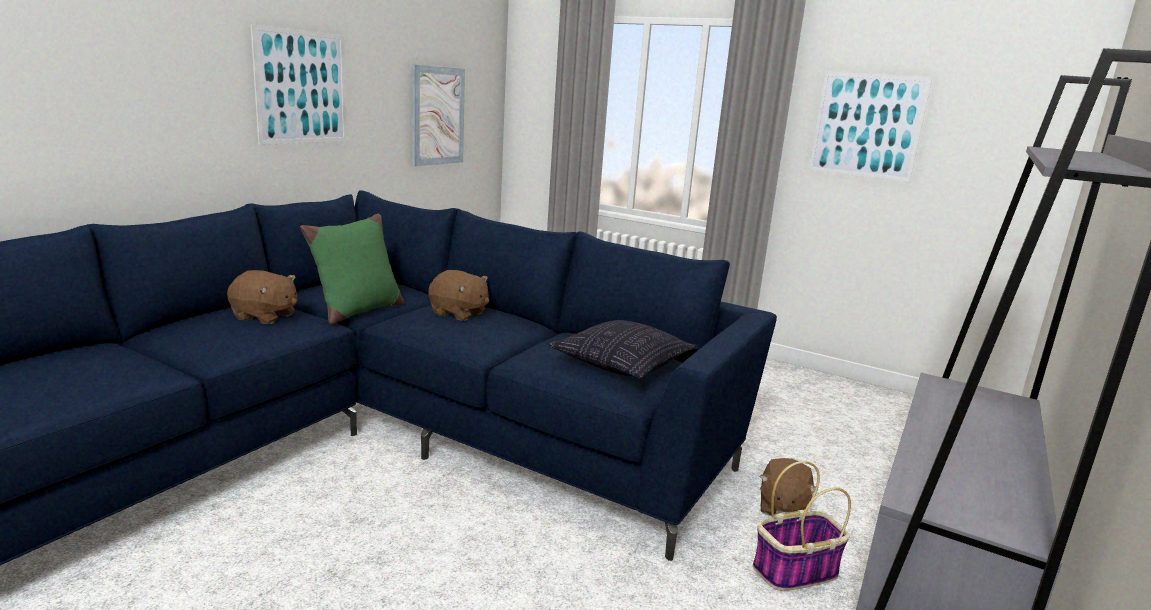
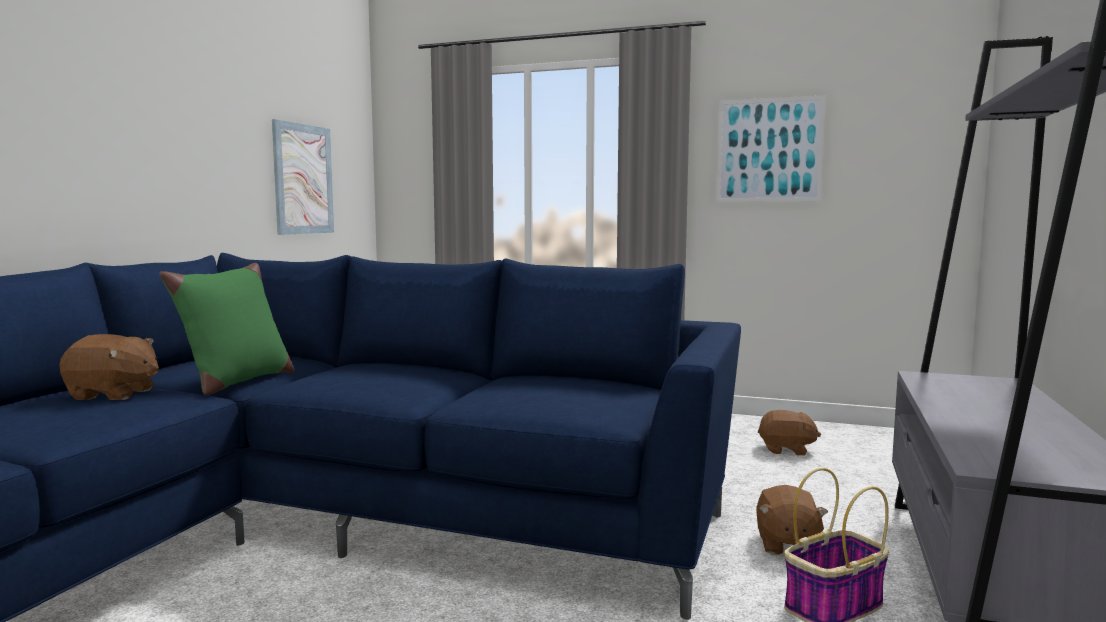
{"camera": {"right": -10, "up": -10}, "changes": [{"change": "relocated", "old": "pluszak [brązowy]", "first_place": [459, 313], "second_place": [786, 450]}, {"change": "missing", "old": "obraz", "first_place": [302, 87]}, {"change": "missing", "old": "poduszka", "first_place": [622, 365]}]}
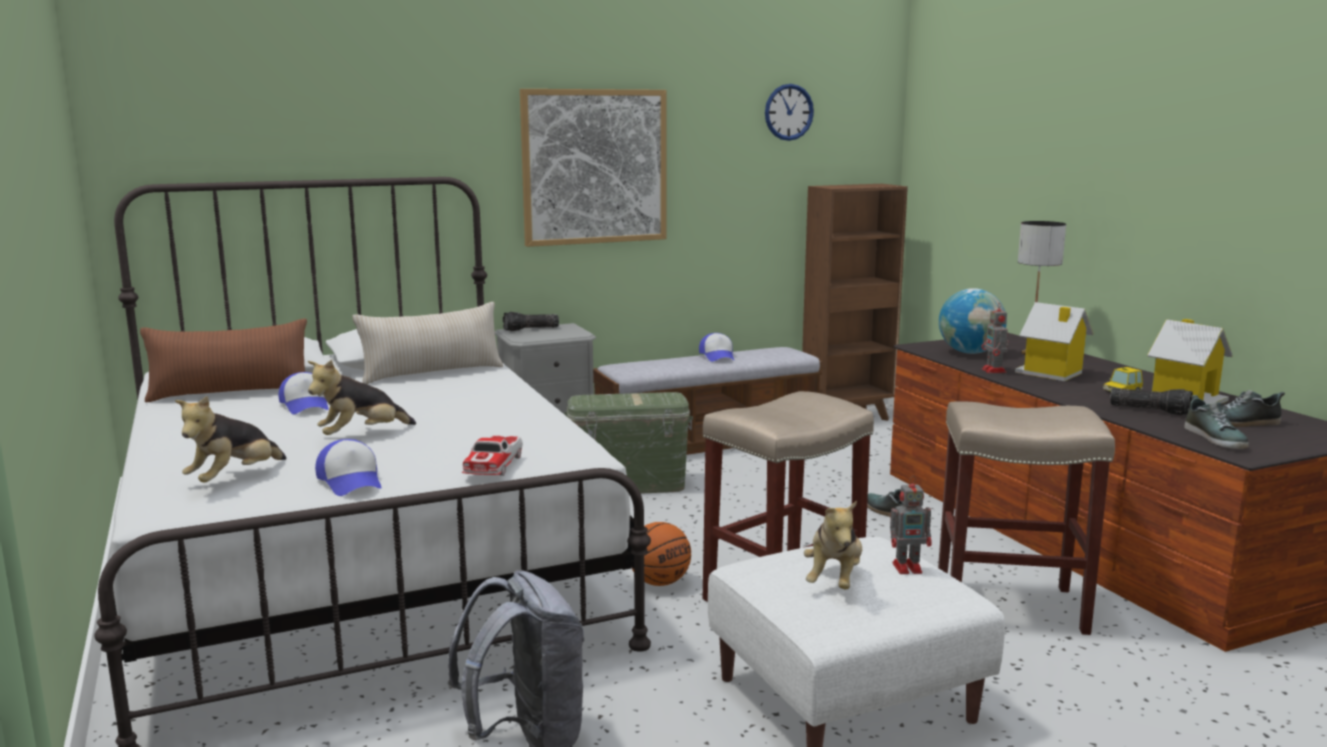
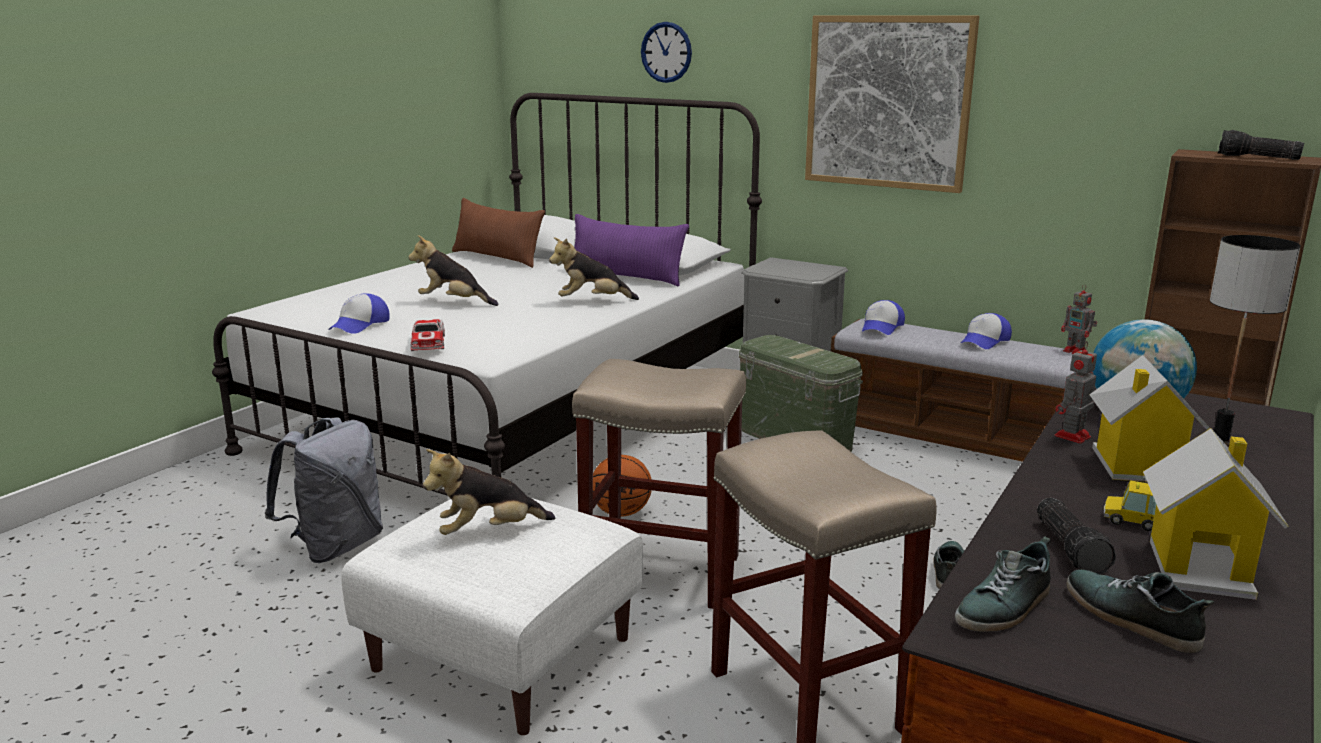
{"camera": {"right": 55, "up": 5}, "changes": [{"change": "spun", "old": "samochodzik", "first_place": [494, 465], "second_place": [428, 343], "degrees": -75}, {"change": "relocated", "old": "pluszak", "first_place": [234, 478], "second_place": [592, 301]}, {"change": "colour", "old": "poduszka [beżowy]", "new": "poduszka [fioletowy]", "first_place": [432, 373], "second_place": [626, 277]}, {"change": "relocated", "old": "zegar ścienny", "first_place": [788, 112], "second_place": [666, 52]}, {"change": "relocated", "old": "czapka z daszkiem", "first_place": [306, 405], "second_place": [882, 327]}, {"change": "relocated", "old": "robot zabawkowy", "first_place": [908, 568], "second_place": [1076, 351]}, {"change": "relocated", "old": "latarka", "first_place": [531, 329], "second_place": [1257, 157]}]}
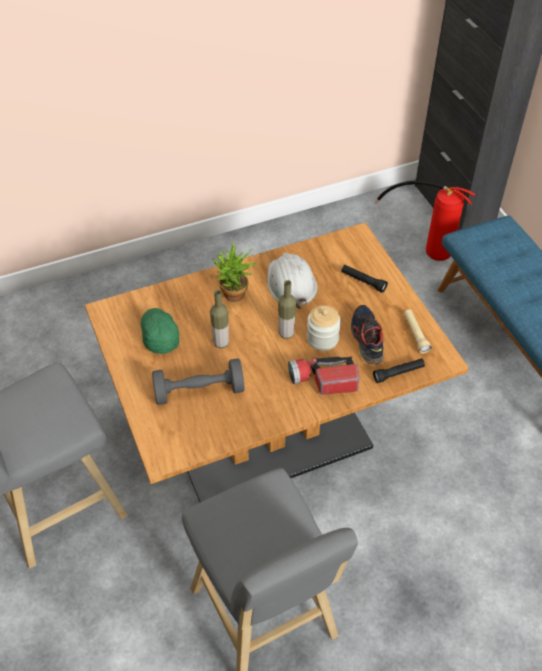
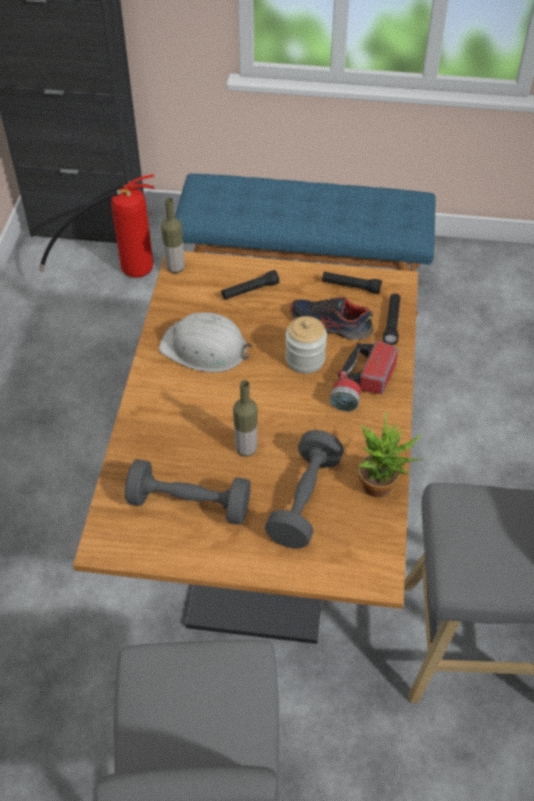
{"camera": {"right": -60, "up": 0}, "changes": [{"change": "exchanged", "old": "czapka z daszkiem [zielony]", "new": "hantel [szary]", "first_place": [159, 335], "second_place": [189, 504]}, {"change": "relocated", "old": "butelka", "first_place": [286, 333], "second_place": [175, 268]}, {"change": "colour", "old": "latarka [beżowy]", "new": "latarka [czarny]", "first_place": [415, 334], "second_place": [351, 287]}, {"change": "relocated", "old": "roślina doniczkowa", "first_place": [234, 298], "second_place": [382, 488]}]}
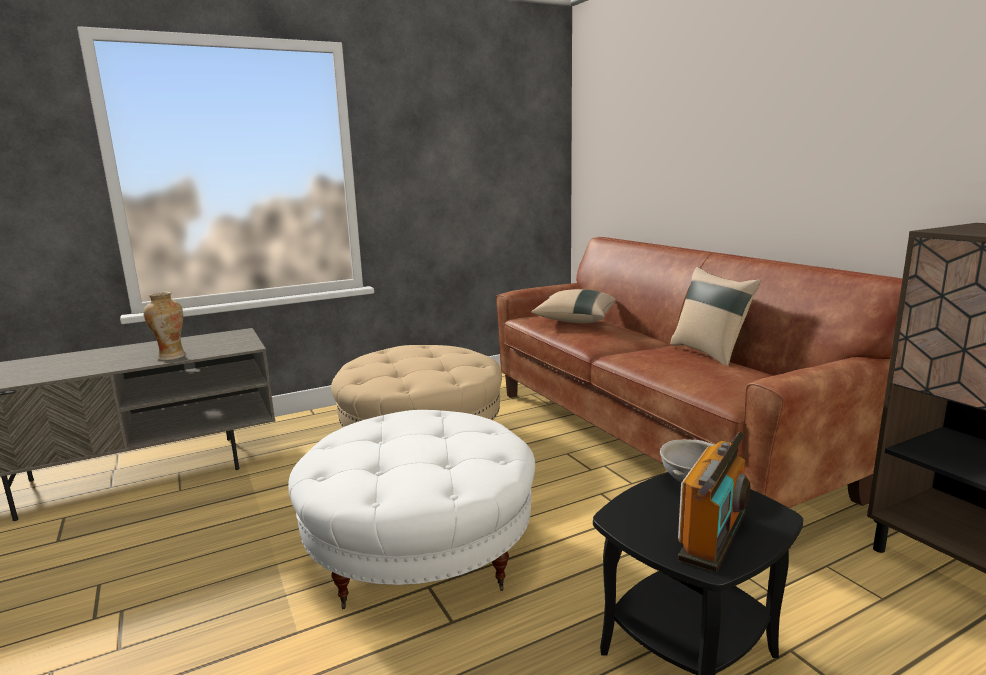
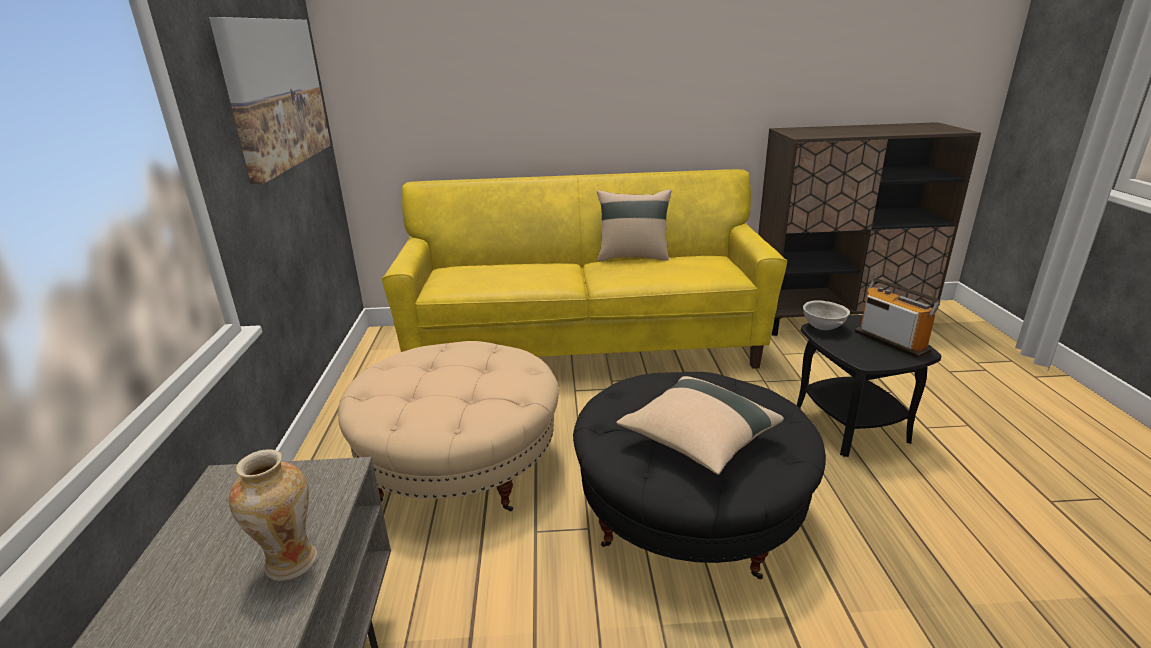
{"camera": {"right": -65, "up": 10}, "changes": [{"change": "appeared", "new": "obraz", "second_place": [276, 94]}, {"change": "colour", "old": "kanapa [brązowy]", "new": "kanapa [żółty]", "first_place": [651, 437], "second_place": [584, 347]}, {"change": "colour", "old": "pufa [biały]", "new": "pufa [czarny]", "first_place": [420, 551], "second_place": [689, 511]}, {"change": "relocated", "old": "poduszka [beżowy]", "first_place": [574, 320], "second_place": [698, 441]}]}
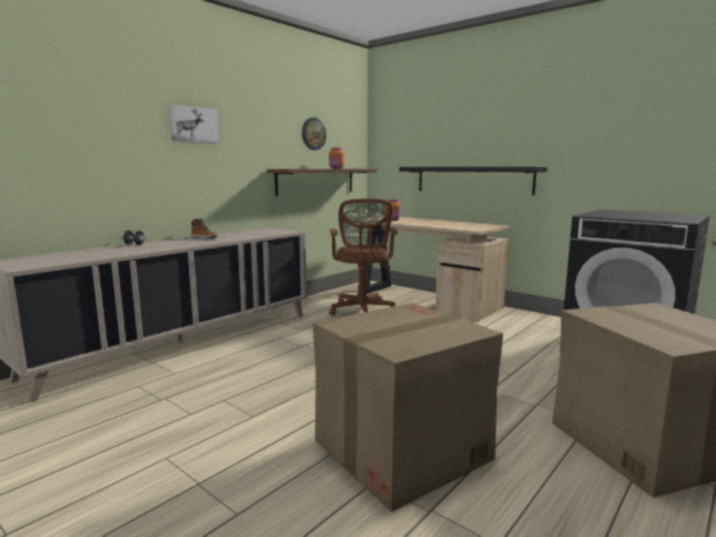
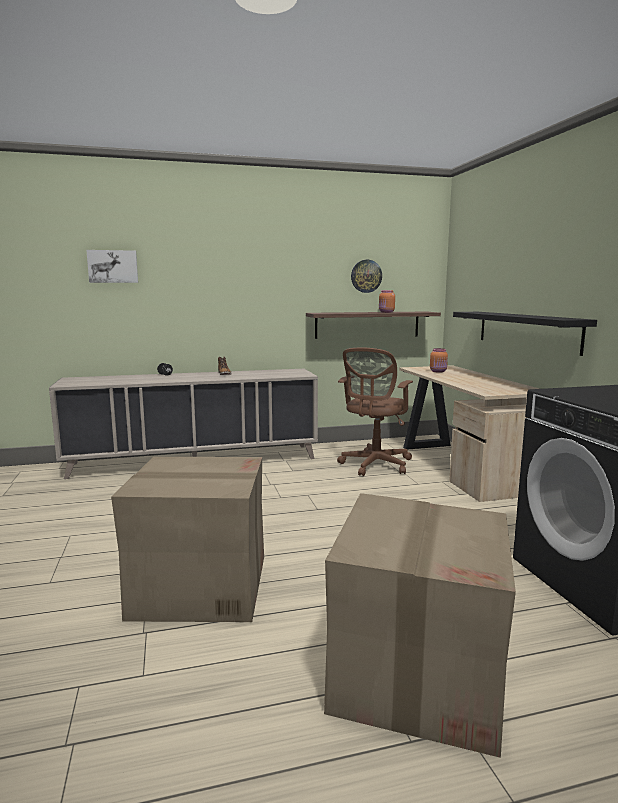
{"camera": {"right": 35, "up": 0}, "changes": [{"change": "relocated", "old": "obraz", "first_place": [193, 125], "second_place": [113, 266]}]}
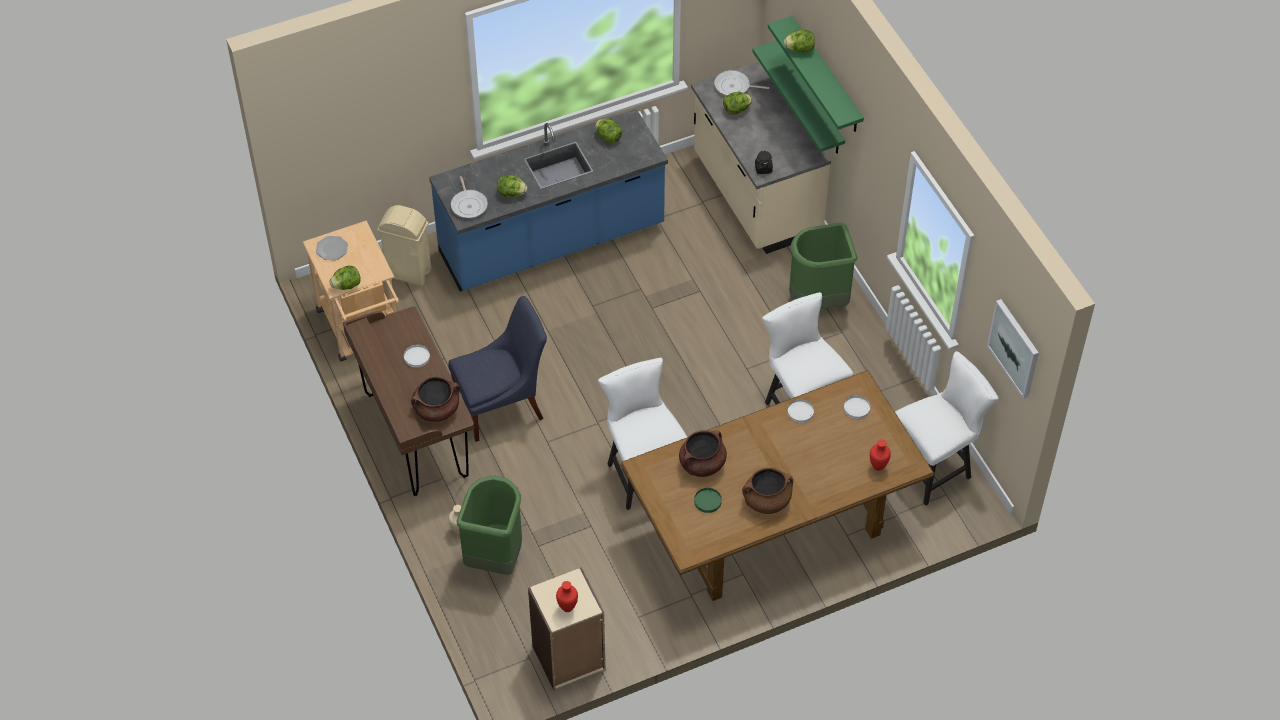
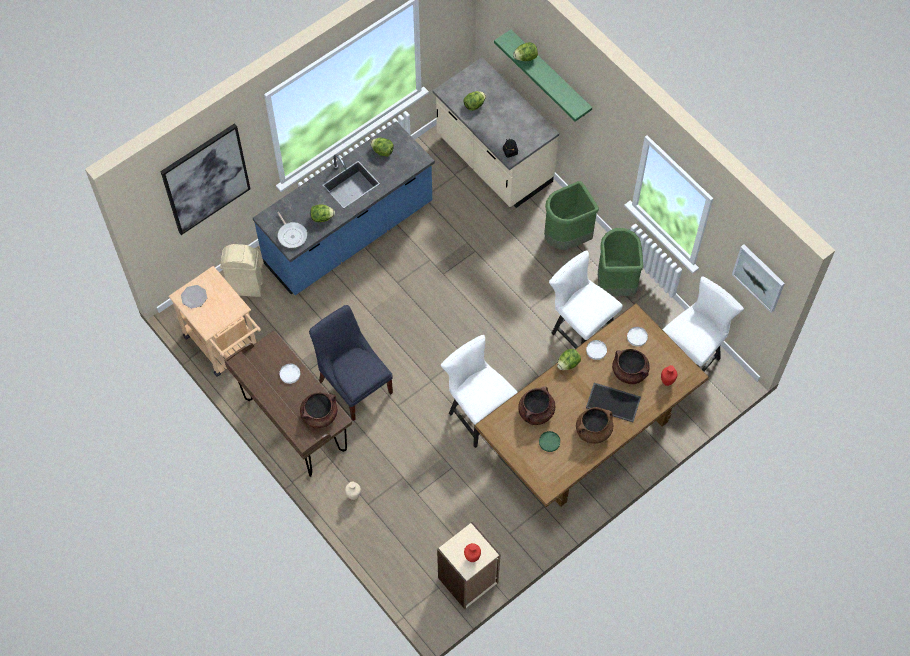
{"camera": {"right": -15, "up": 10}, "changes": [{"change": "appeared", "new": "obraz", "second_place": [206, 179]}, {"change": "spun", "old": "krzesło [niebieski]", "first_place": [502, 405], "second_place": [354, 383], "degrees": -90}, {"change": "relocated", "old": "sałata", "first_place": [347, 285], "second_place": [568, 364]}, {"change": "appeared", "new": "taca", "second_place": [614, 402]}, {"change": "relocated", "old": "kosz na śmieci [zielony]", "first_place": [494, 557], "second_place": [614, 284]}, {"change": "appeared", "new": "garnek [brązowy]", "second_place": [630, 372]}, {"change": "missing", "old": "patelnia", "first_place": [734, 86]}, {"change": "missing", "old": "półka [zielony]", "first_place": [809, 100]}]}
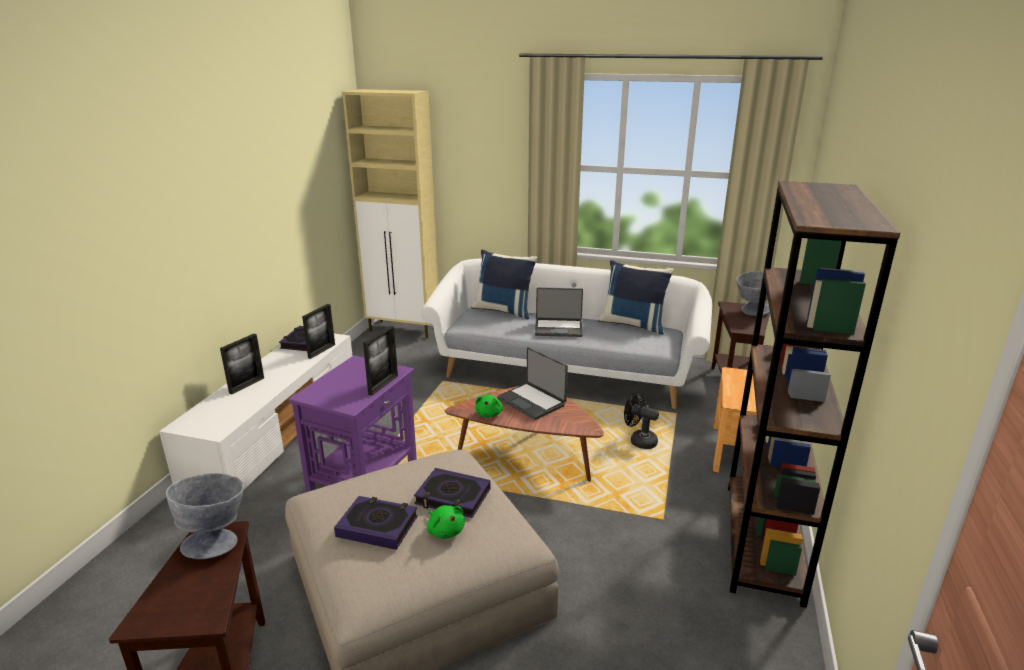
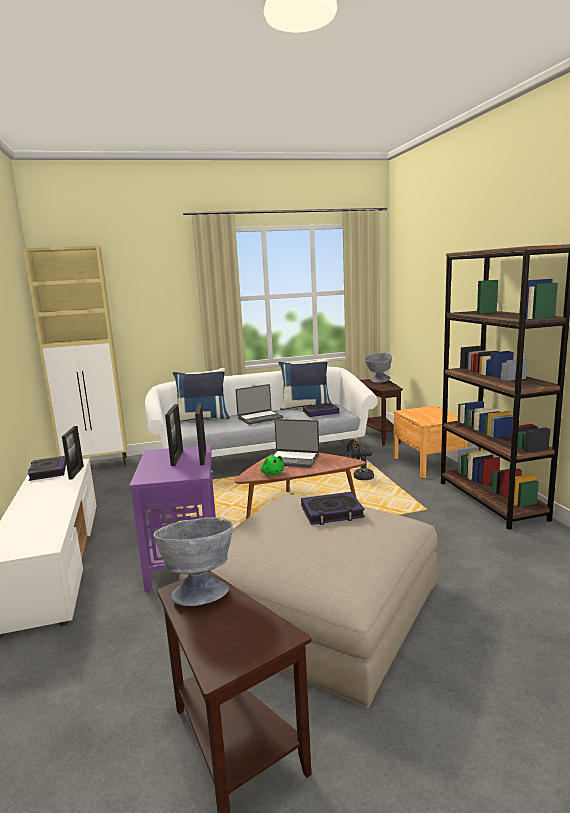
{"camera": {"right": -30, "up": -10}, "changes": [{"change": "relocated", "old": "ramka na zdjęcie", "first_place": [247, 385], "second_place": [177, 458]}, {"change": "relocated", "old": "książka", "first_place": [377, 526], "second_place": [320, 412]}, {"change": "missing", "old": "pluszak [zielony]", "first_place": [445, 530]}]}
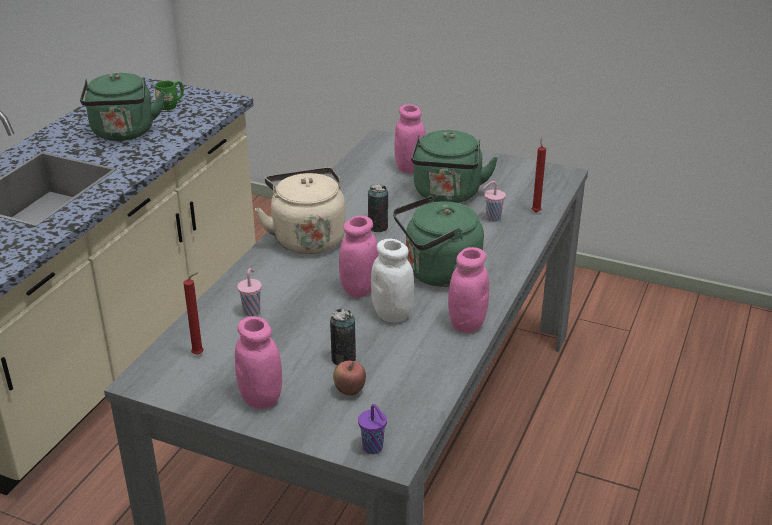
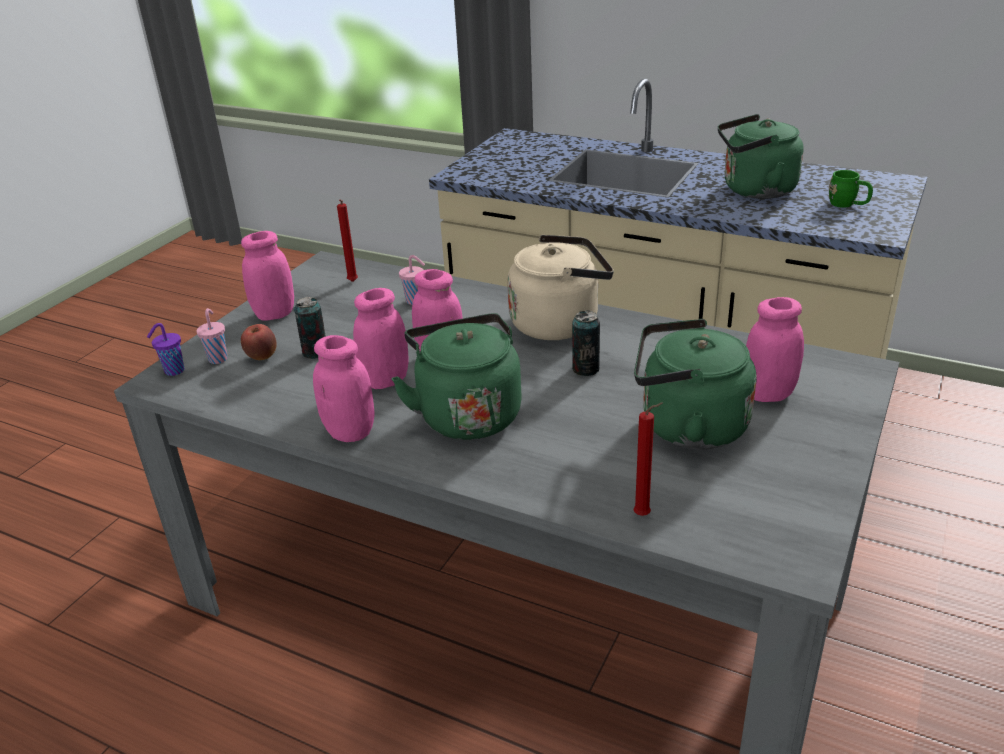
{"camera": {"right": 95, "up": 0}, "changes": [{"change": "relocated", "old": "filiżanka [różowy]", "first_place": [492, 218], "second_place": [218, 358]}, {"change": "colour", "old": "słoik [biały]", "new": "słoik [różowy]", "first_place": [392, 314], "second_place": [386, 380]}]}
